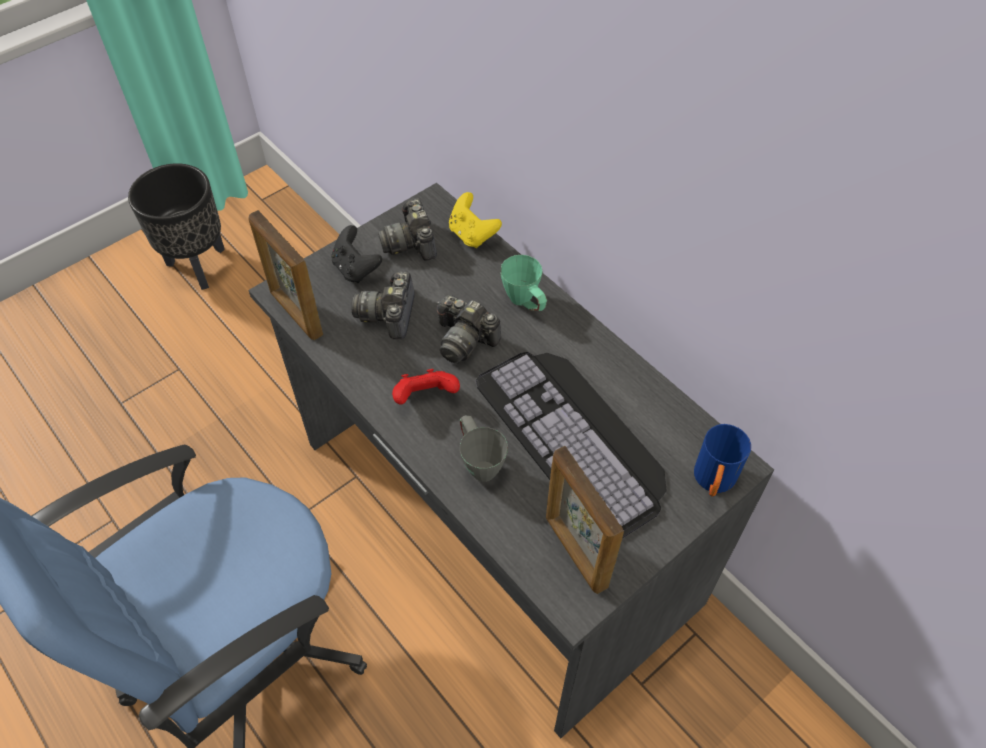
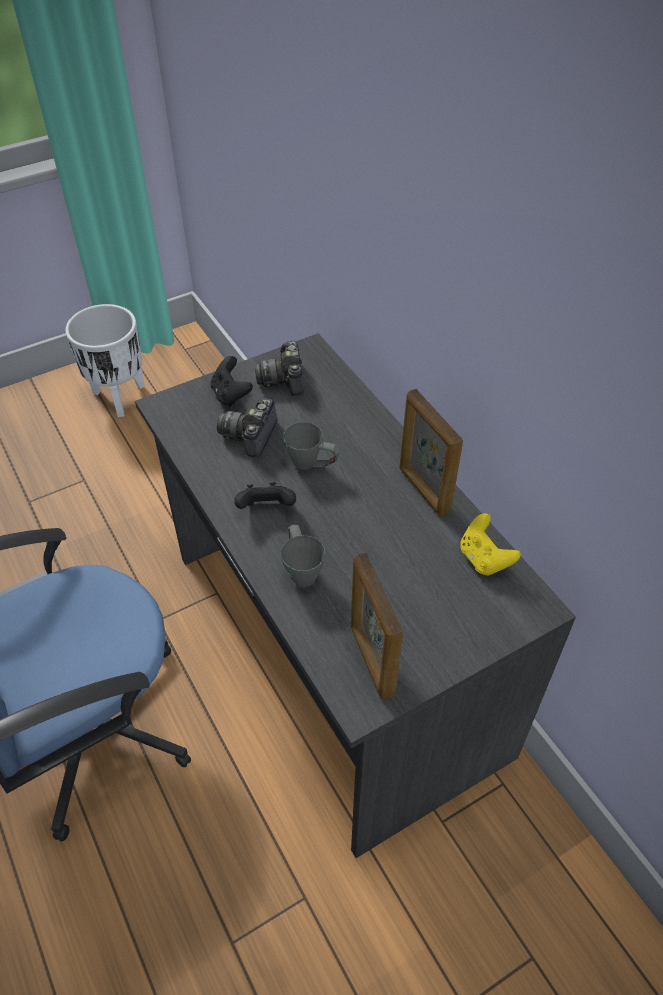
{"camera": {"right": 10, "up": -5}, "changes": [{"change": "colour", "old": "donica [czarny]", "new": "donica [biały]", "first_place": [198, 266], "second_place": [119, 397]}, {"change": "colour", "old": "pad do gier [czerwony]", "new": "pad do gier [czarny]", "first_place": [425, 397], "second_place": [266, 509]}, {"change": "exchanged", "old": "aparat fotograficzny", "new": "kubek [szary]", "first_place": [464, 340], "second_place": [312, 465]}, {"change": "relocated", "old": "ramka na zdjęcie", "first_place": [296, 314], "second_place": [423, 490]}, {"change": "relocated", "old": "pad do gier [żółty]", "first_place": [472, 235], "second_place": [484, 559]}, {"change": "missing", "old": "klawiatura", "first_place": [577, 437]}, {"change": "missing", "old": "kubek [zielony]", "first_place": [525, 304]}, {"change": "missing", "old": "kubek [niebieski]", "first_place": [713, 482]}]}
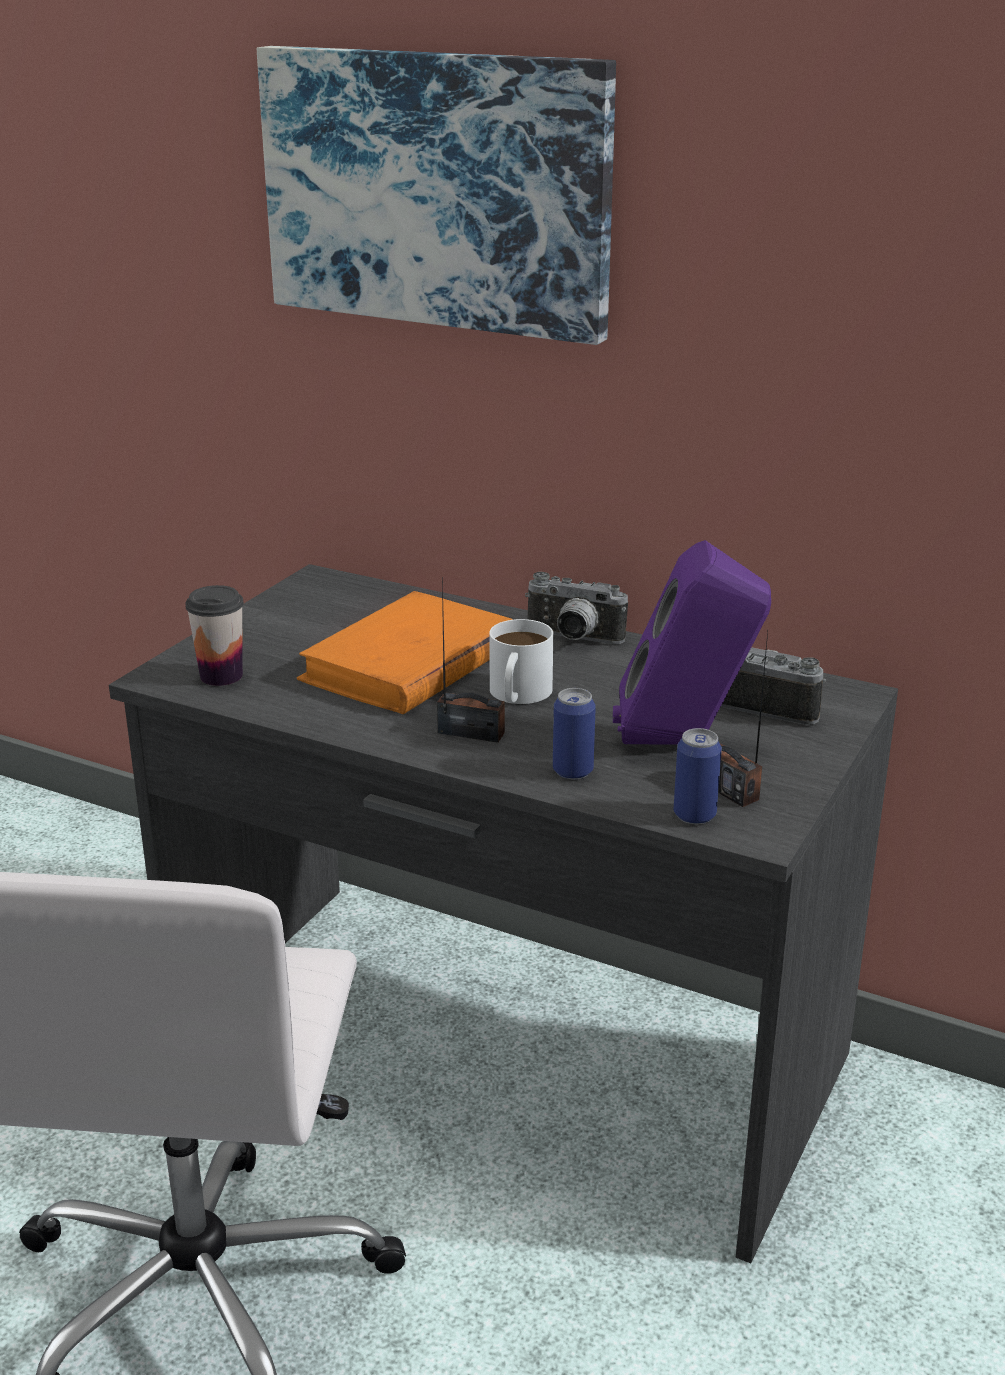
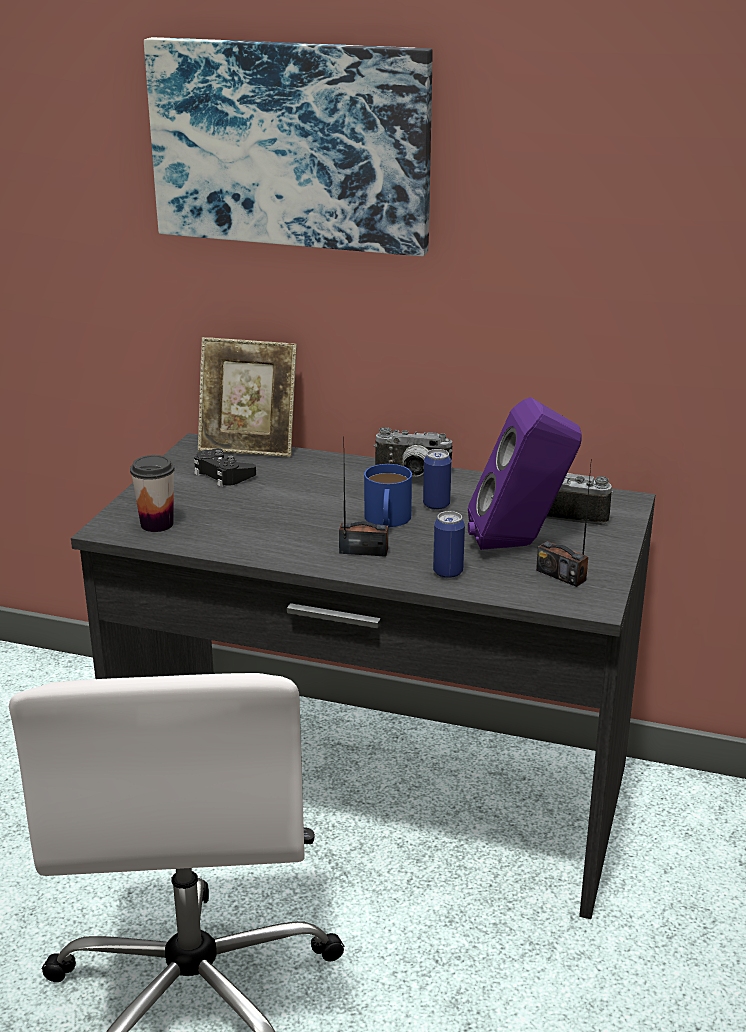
{"camera": {"right": -10, "up": 0}, "changes": [{"change": "appeared", "new": "pad do gier [czarny]", "second_place": [223, 474]}, {"change": "appeared", "new": "ramka na zdjęcie", "second_place": [249, 447]}, {"change": "colour", "old": "kubek [biały]", "new": "kubek [niebieski]", "first_place": [517, 695], "second_place": [387, 521]}, {"change": "relocated", "old": "puszka", "first_place": [694, 815], "second_place": [436, 505]}, {"change": "missing", "old": "książka [pomarańczowy]", "first_place": [409, 663]}]}
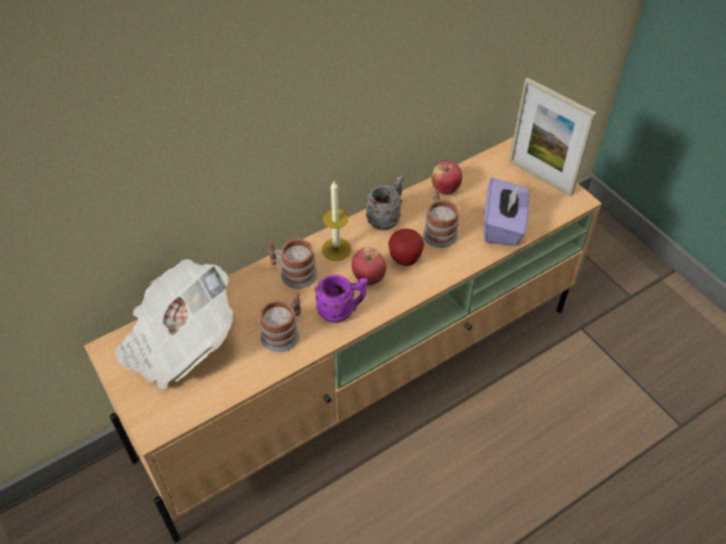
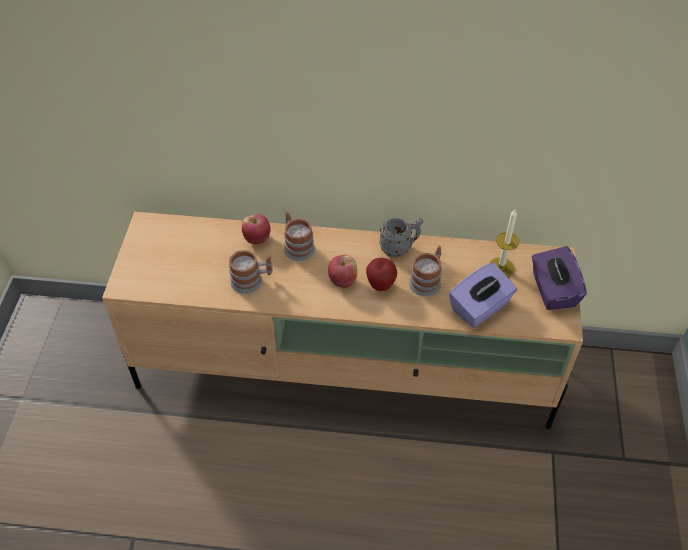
{"camera": {"right": 40, "up": 0}, "changes": [{"change": "relocated", "old": "jabłko", "first_place": [445, 189], "second_place": [257, 239]}, {"change": "relocated", "old": "świeca", "first_place": [336, 249], "second_place": [501, 267]}, {"change": "exchanged", "old": "ramka na zdjęcie", "new": "pudełko chusteczek [fioletowy]", "first_place": [540, 177], "second_place": [552, 290]}, {"change": "missing", "old": "gazeta", "first_place": [178, 342]}, {"change": "missing", "old": "kubek [fioletowy]", "first_place": [342, 310]}]}
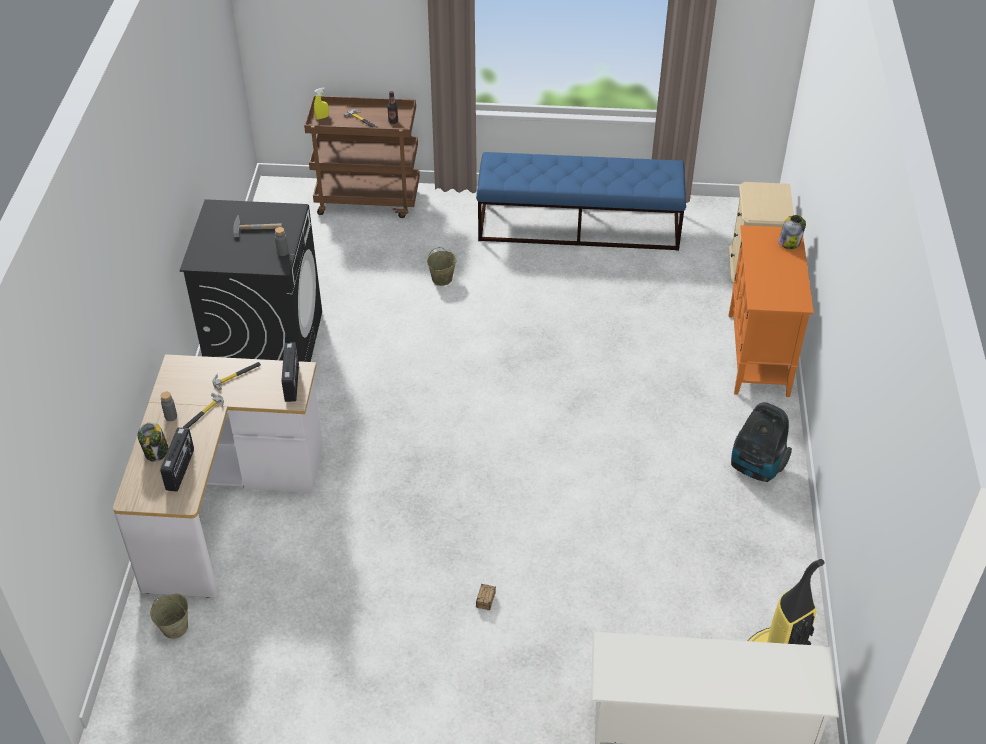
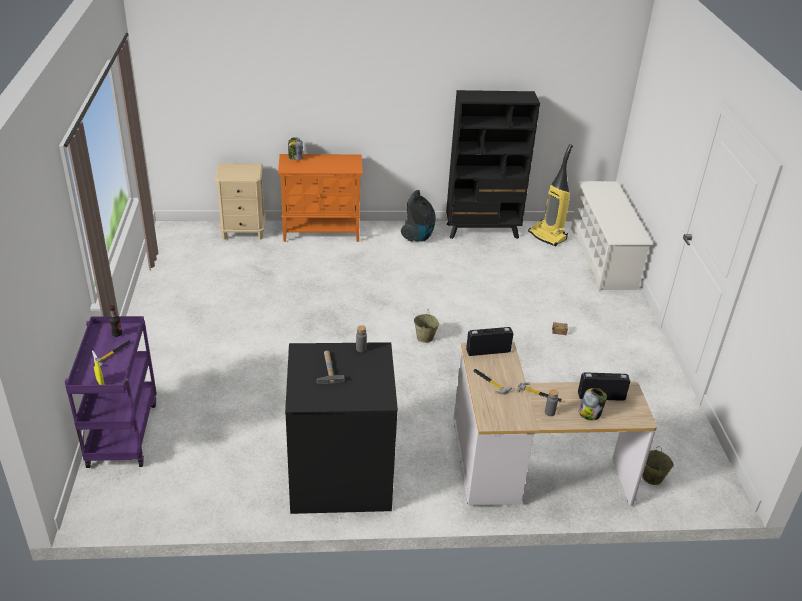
{"camera": {"right": -100, "up": -10}, "changes": [{"change": "colour", "old": "wózek [brązowy]", "new": "wózek [fioletowy]", "first_place": [369, 199], "second_place": [122, 432]}, {"change": "relocated", "old": "wiadro [beżowy]", "first_place": [441, 279], "second_place": [425, 337]}, {"change": "appeared", "new": "regał [czarny]", "second_place": [483, 231]}, {"change": "missing", "old": "ławka [niebieski]", "first_place": [579, 226]}]}
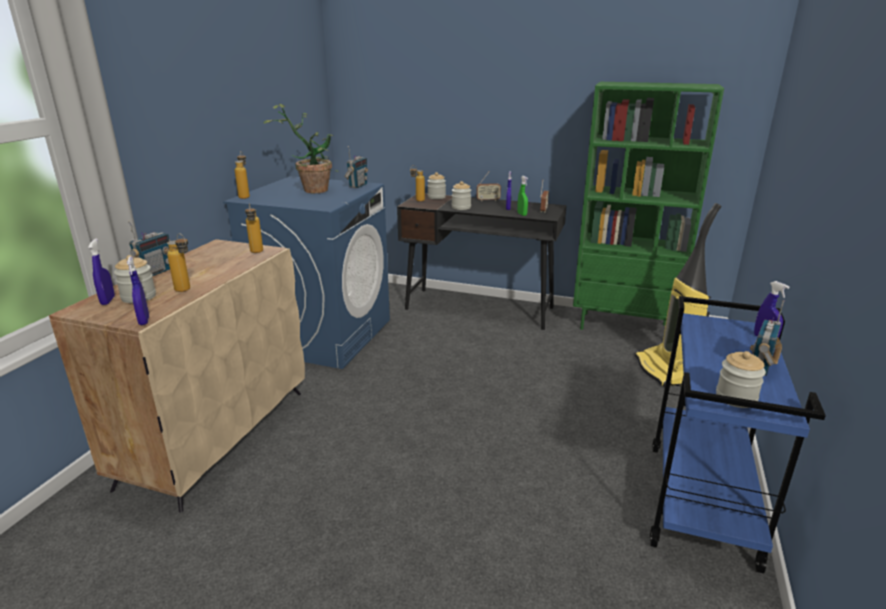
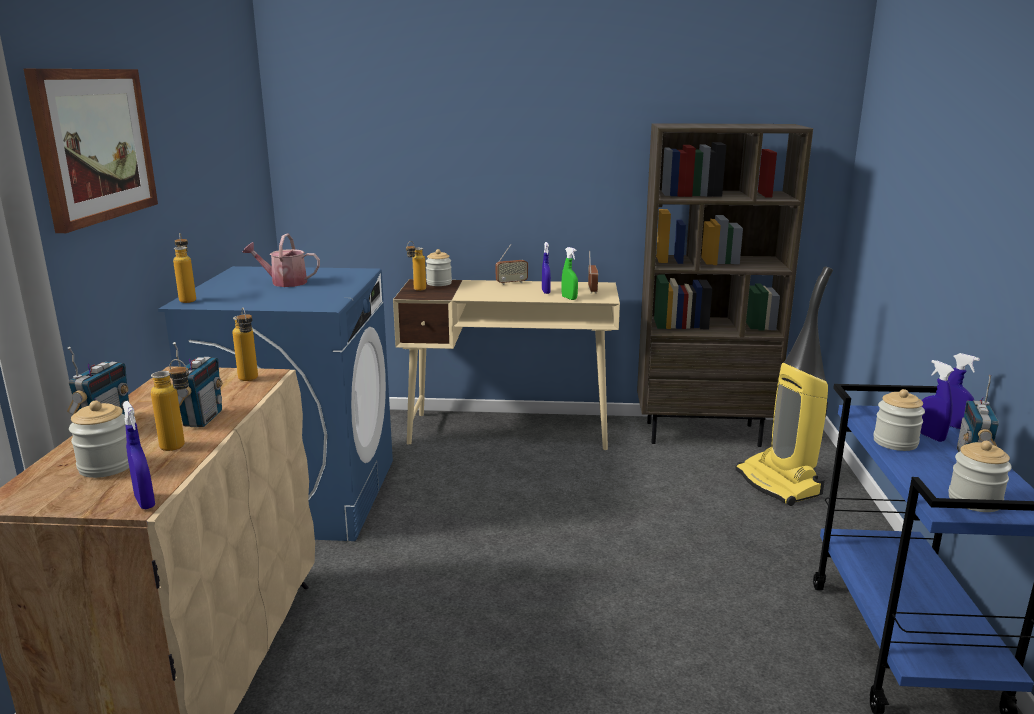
{"camera": {"right": -15, "up": -5}, "changes": [{"change": "appeared", "new": "obraz", "second_place": [94, 145]}, {"change": "relocated", "old": "radio", "first_place": [357, 186], "second_place": [202, 419]}, {"change": "exchanged", "old": "roślina doniczkowa", "new": "konewka", "first_place": [312, 189], "second_place": [284, 282]}, {"change": "colour", "old": "biurko [czarny]", "new": "biurko [beżowy]", "first_place": [480, 308], "second_place": [510, 431]}, {"change": "colour", "old": "regał [zielony]", "new": "regał [brązowy]", "first_place": [624, 326], "second_place": [703, 433]}, {"change": "relocated", "old": "słoik", "first_place": [461, 207], "second_place": [895, 442]}, {"change": "relocated", "old": "spryskiwacz [niebieski]", "first_place": [108, 301], "second_place": [930, 436]}]}
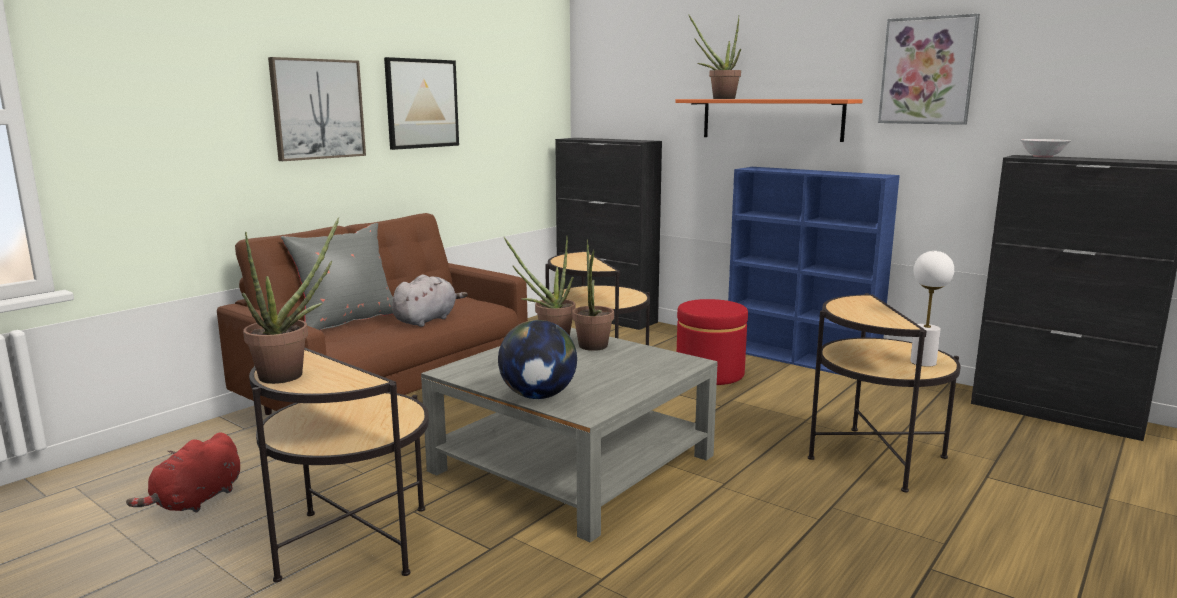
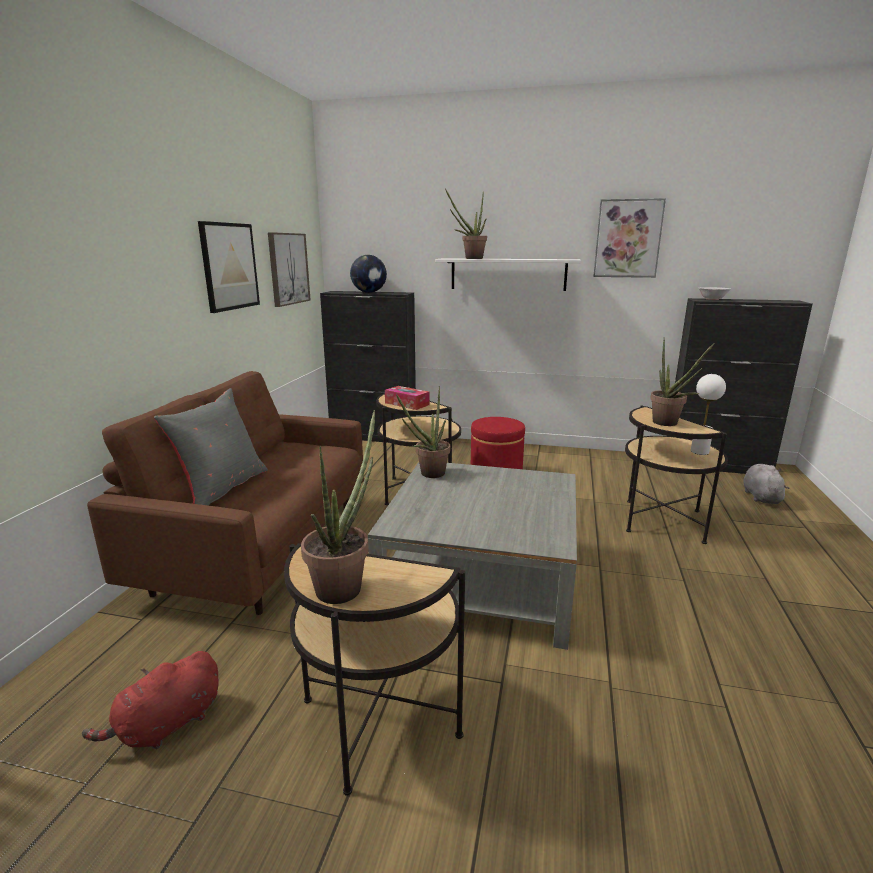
{"camera": {"right": -25, "up": 5}, "changes": [{"change": "spun", "old": "pluszak [czerwony]", "first_place": [196, 501], "second_place": [166, 725], "degrees": 45}, {"change": "relocated", "old": "obraz", "first_place": [317, 109], "second_place": [288, 269]}, {"change": "relocated", "old": "globus", "first_place": [538, 396], "second_place": [369, 292]}, {"change": "appeared", "new": "pudełko chusteczek", "second_place": [407, 404]}, {"change": "colour", "old": "półka [pomarańczowy]", "new": "półka [biały]", "first_place": [771, 119], "second_place": [508, 274]}, {"change": "relocated", "old": "roślina doniczkowa", "first_place": [593, 348], "second_place": [669, 424]}, {"change": "relocated", "old": "pluszak [szary]", "first_place": [427, 320], "second_place": [760, 496]}, {"change": "missing", "old": "regał [niebieski]", "first_place": [801, 359]}]}
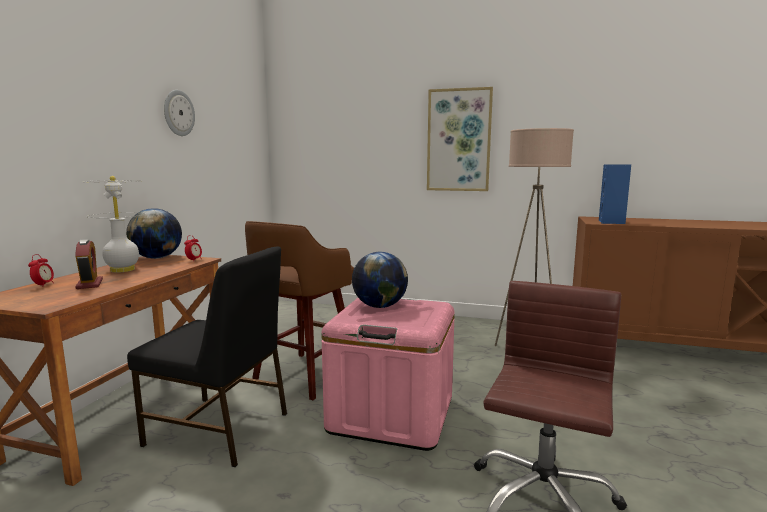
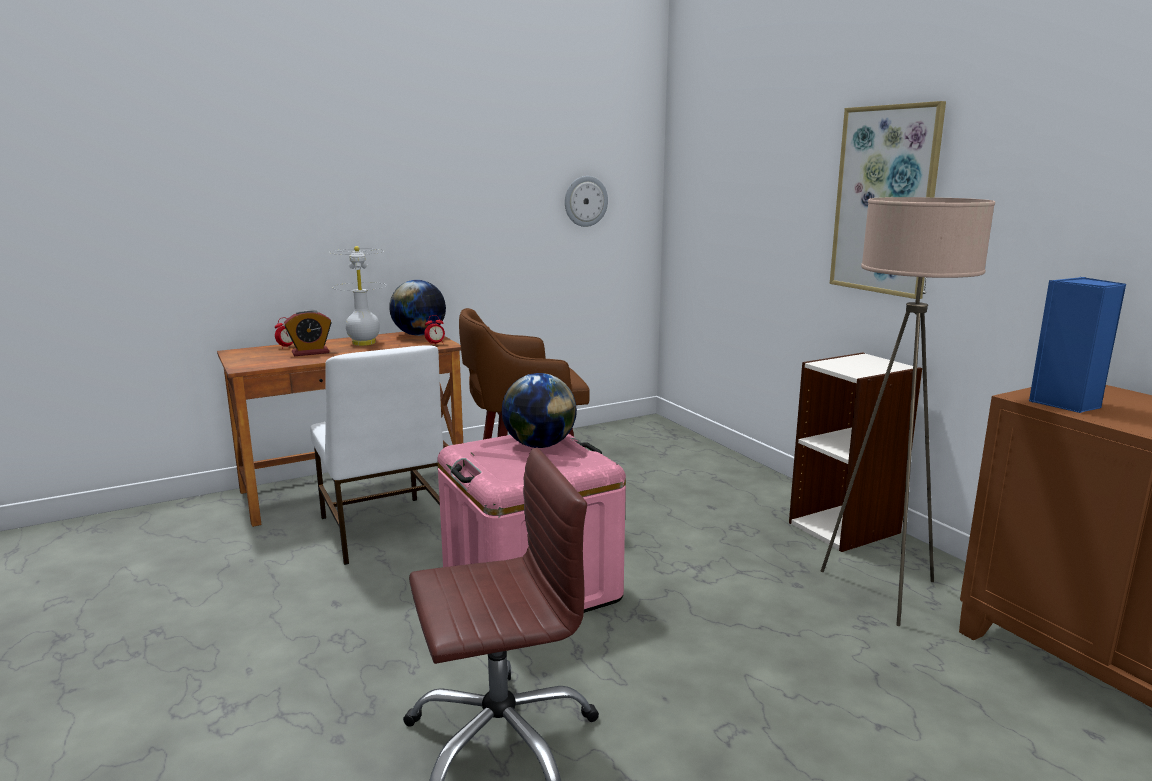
{"camera": {"right": 45, "up": 5}, "changes": [{"change": "spun", "old": "budzik", "first_place": [89, 284], "second_place": [310, 352], "degrees": 45}, {"change": "colour", "old": "krzesło [czarny]", "new": "krzesło [biały]", "first_place": [219, 430], "second_place": [382, 530]}, {"change": "relocated", "old": "zegar ścienny", "first_place": [178, 113], "second_place": [585, 201]}, {"change": "appeared", "new": "regał", "second_place": [845, 527]}]}
